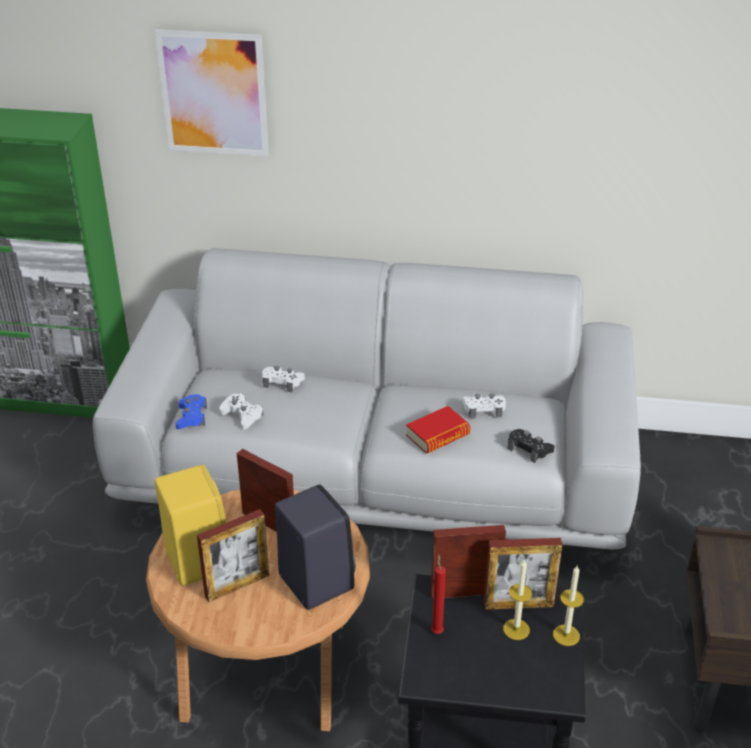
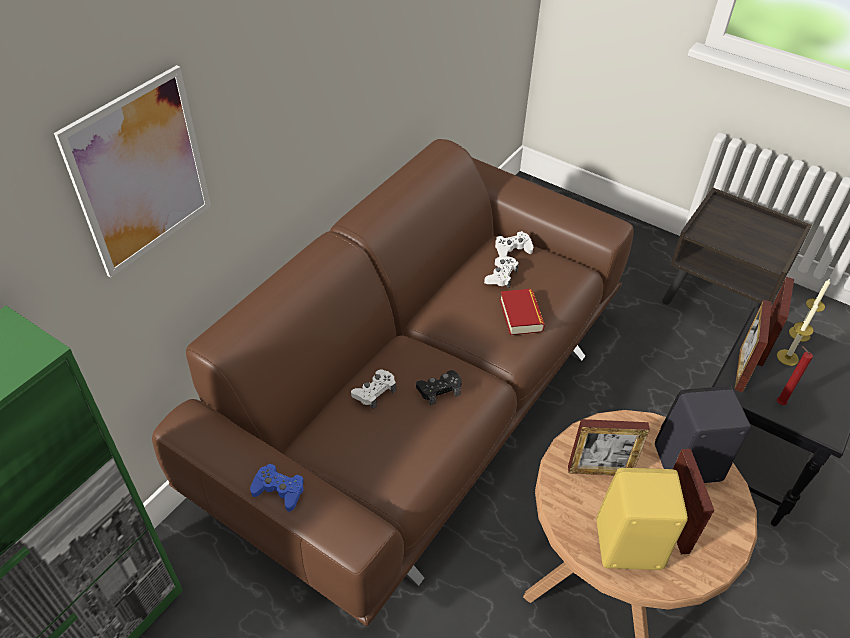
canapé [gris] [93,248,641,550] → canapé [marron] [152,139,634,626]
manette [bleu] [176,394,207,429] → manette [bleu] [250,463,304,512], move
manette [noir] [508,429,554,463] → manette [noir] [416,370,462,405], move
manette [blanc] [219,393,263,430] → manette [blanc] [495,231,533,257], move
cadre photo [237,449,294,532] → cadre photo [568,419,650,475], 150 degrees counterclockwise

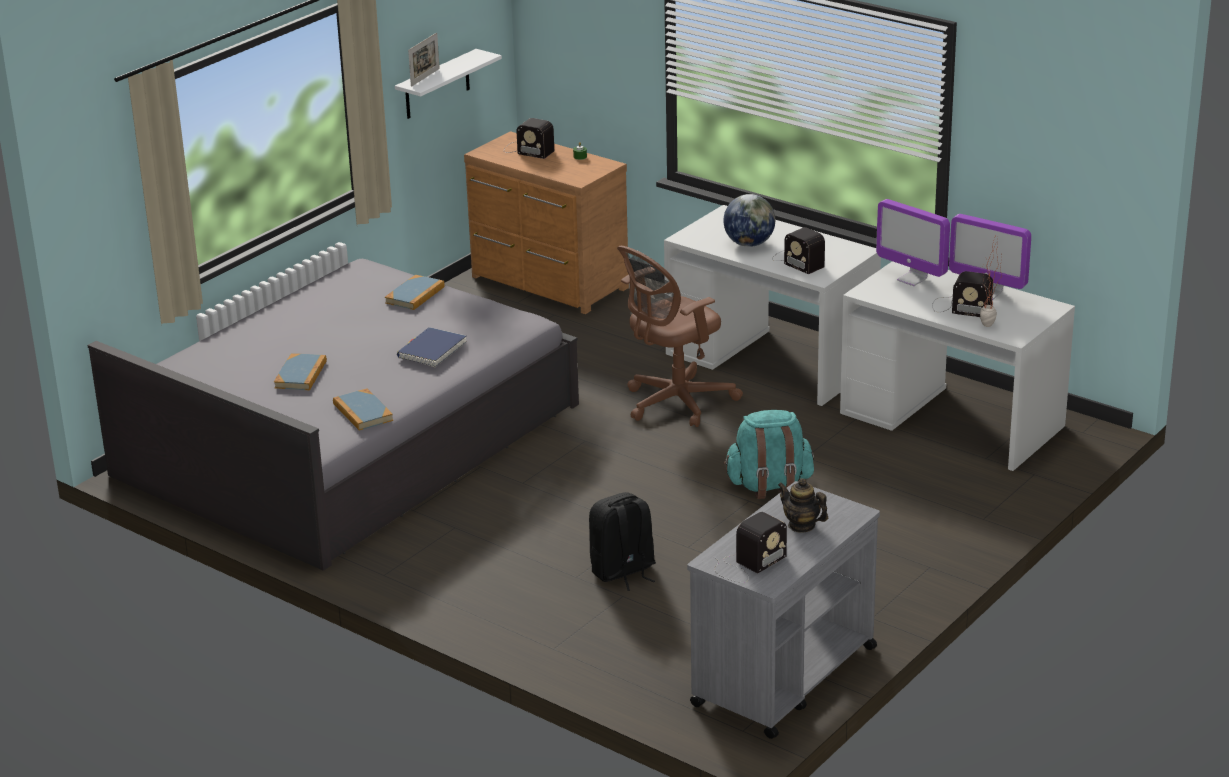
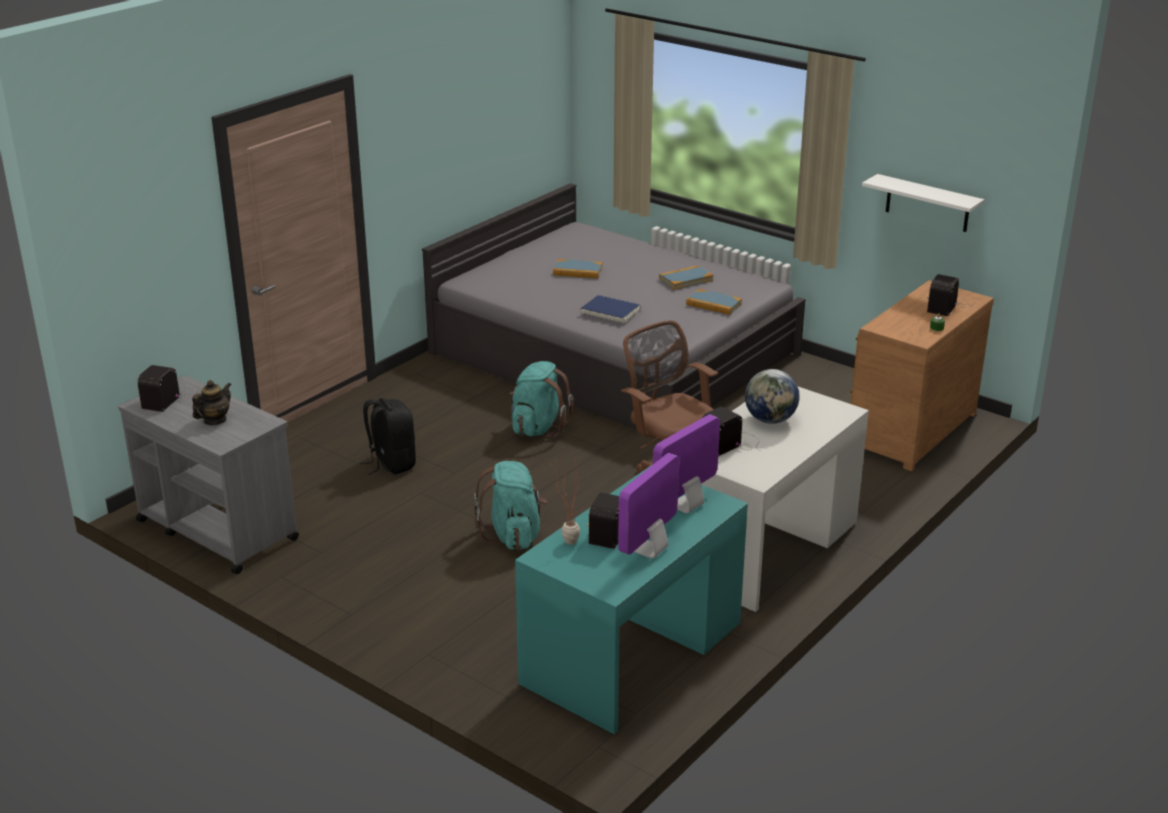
radio [714,512,787,583] → radio [137,365,195,412], 60 degrees clockwise
- → sac à dos [turquoise] [510,361,574,437]
bureau [blanc] [840,261,1075,471] → bureau [turquoise] [515,465,748,734]
livre [333,388,393,431] → livre [659,265,713,290], move
cadre photo [408,33,440,87] → -

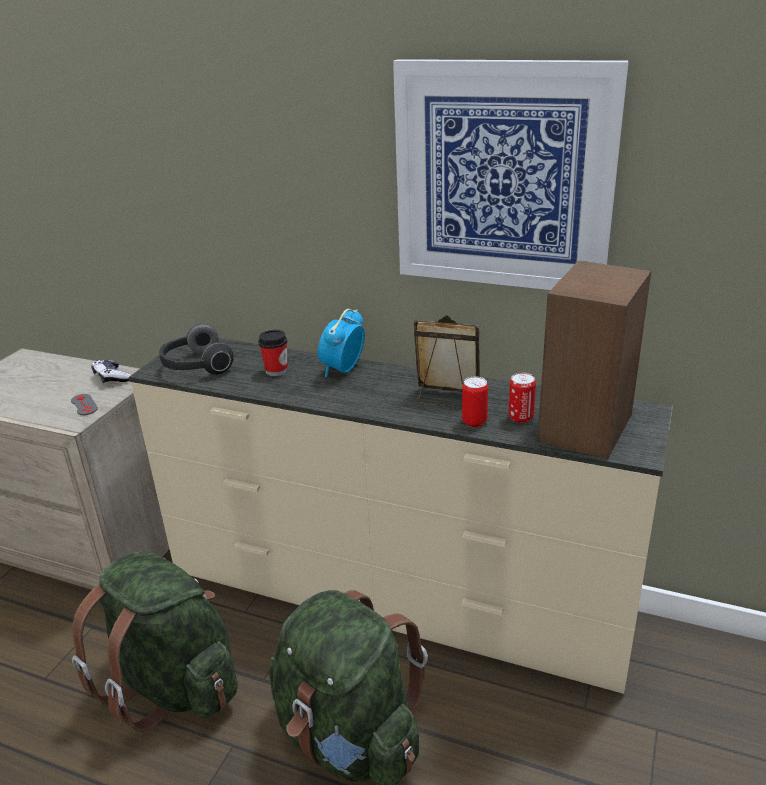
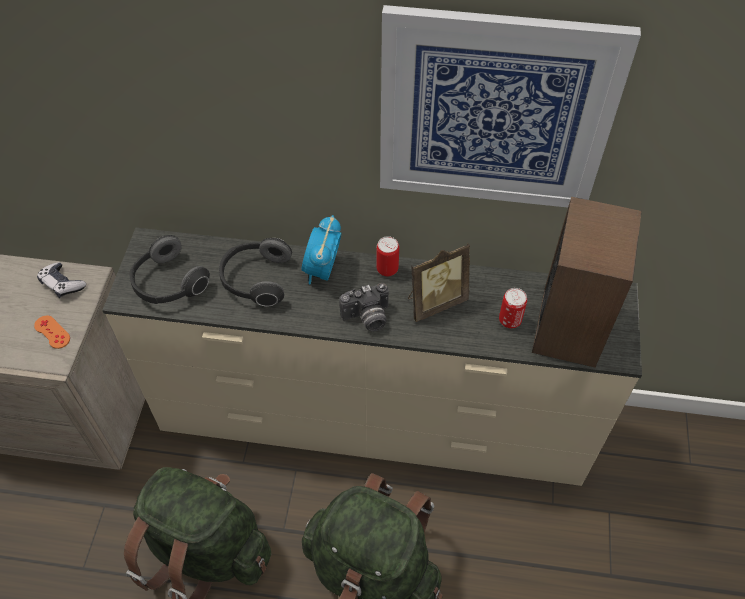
manette [gris] [71,394,98,415] → manette [orange] [34,316,70,349]
tasse [258,330,288,376] → casque audio [219,238,292,307]
- → appareil photo [339,283,389,331]
boîte métallique [462,376,488,427] → boîte métallique [376,236,399,276], move
cadre photo [414,315,480,409] → cadre photo [408,243,470,322], 150 degrees clockwise

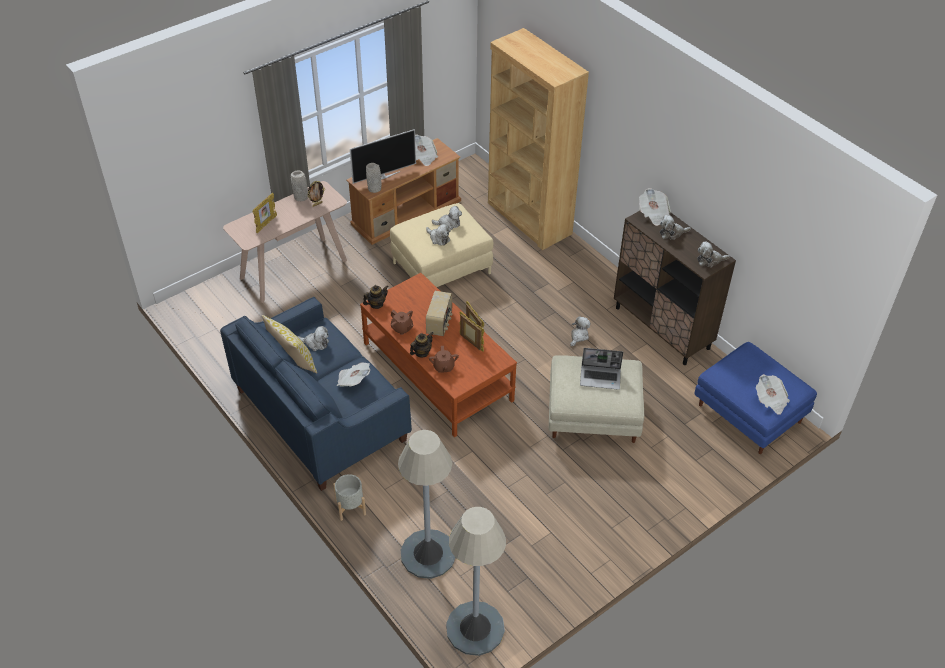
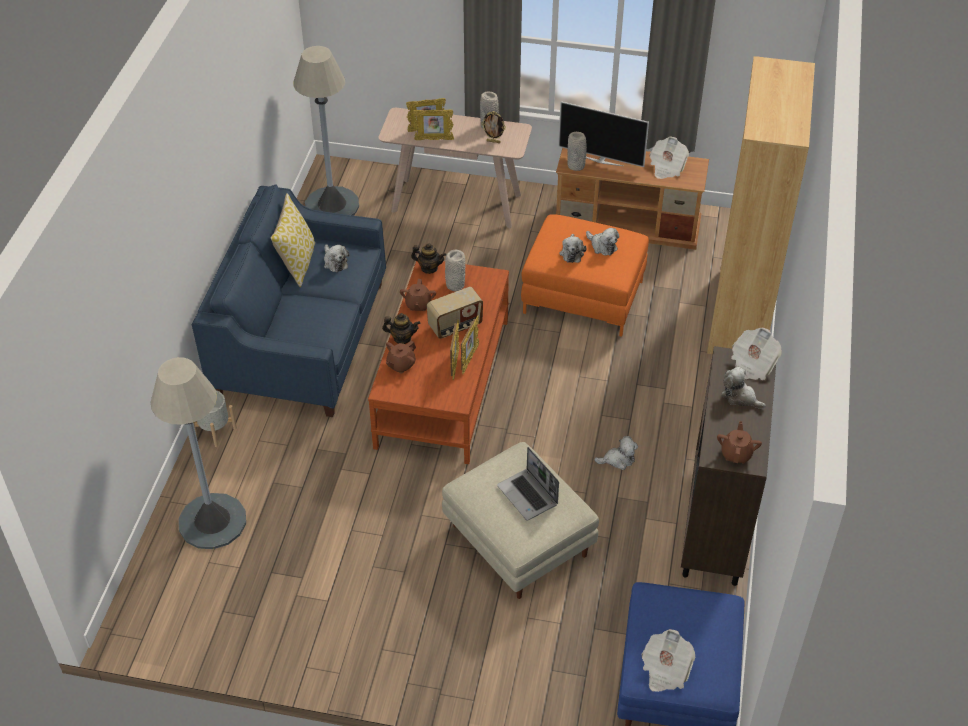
lampadaire [gris] [446,507,506,656] → lampadaire [gris] [294,46,359,216], move
- → cadre photo [413,110,454,140]
- → vase [gris] [445,250,465,292]
pouf [beige] [390,203,493,287] → pouf [orange] [521,214,649,337]
peluche [697,242,730,267] → théière [marron] [717,421,762,463]
journal [337,362,370,387] → -

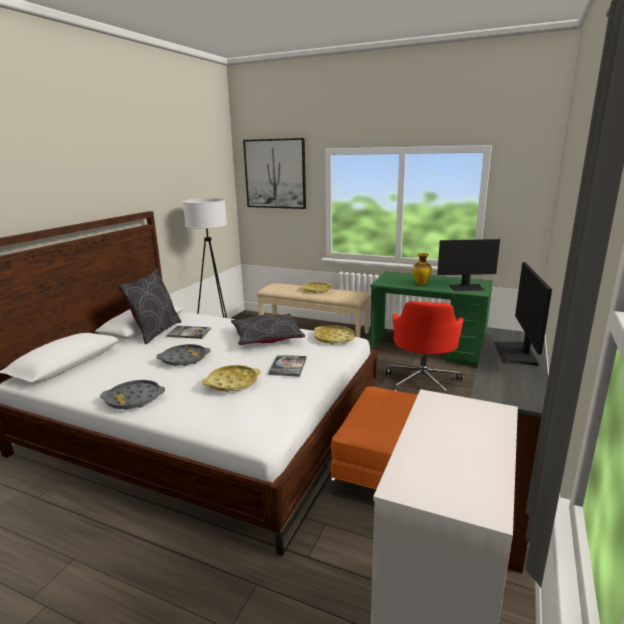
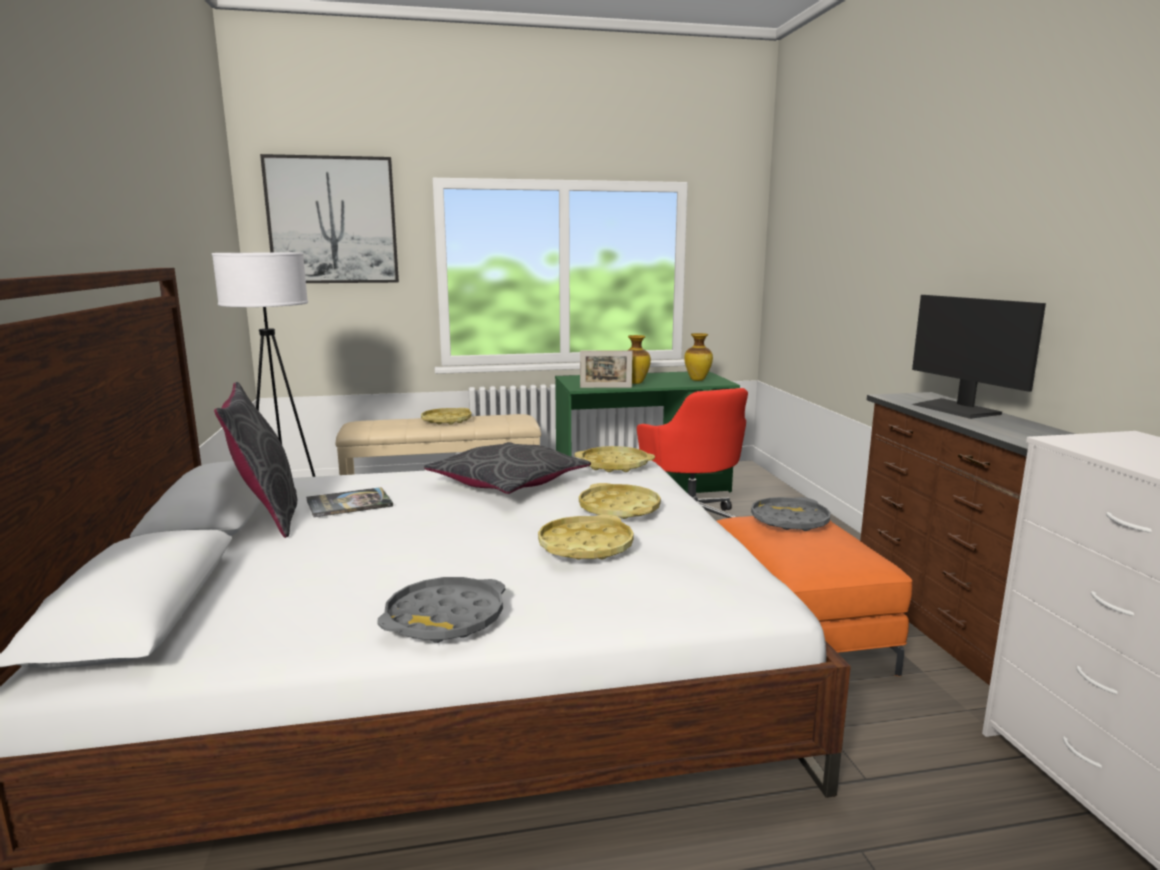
livre [268,355,306,376] → plateau [jaune] [579,483,661,519]
- → cadre photo [580,350,633,388]
écran d'ordinateur [437,239,500,291] → vase [684,333,713,381]
plateau [gris] [156,344,211,366] → plateau [gris] [751,497,831,531], move

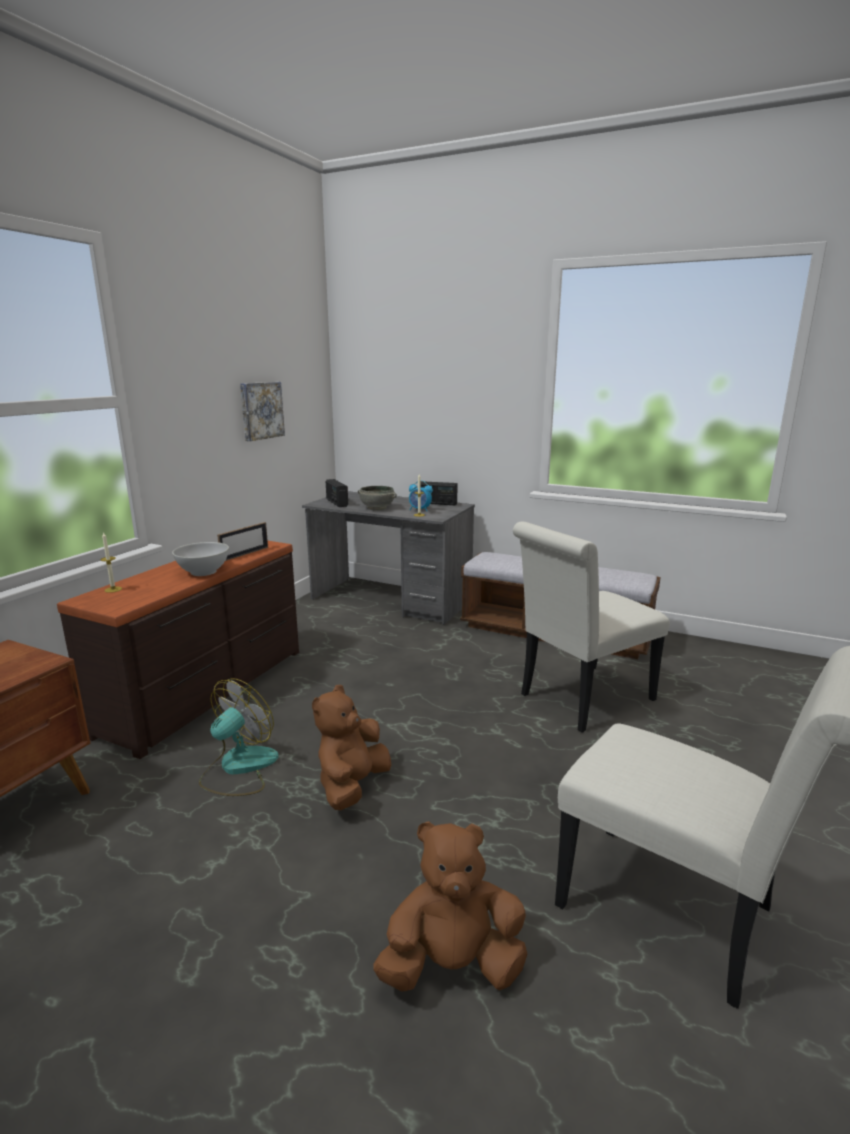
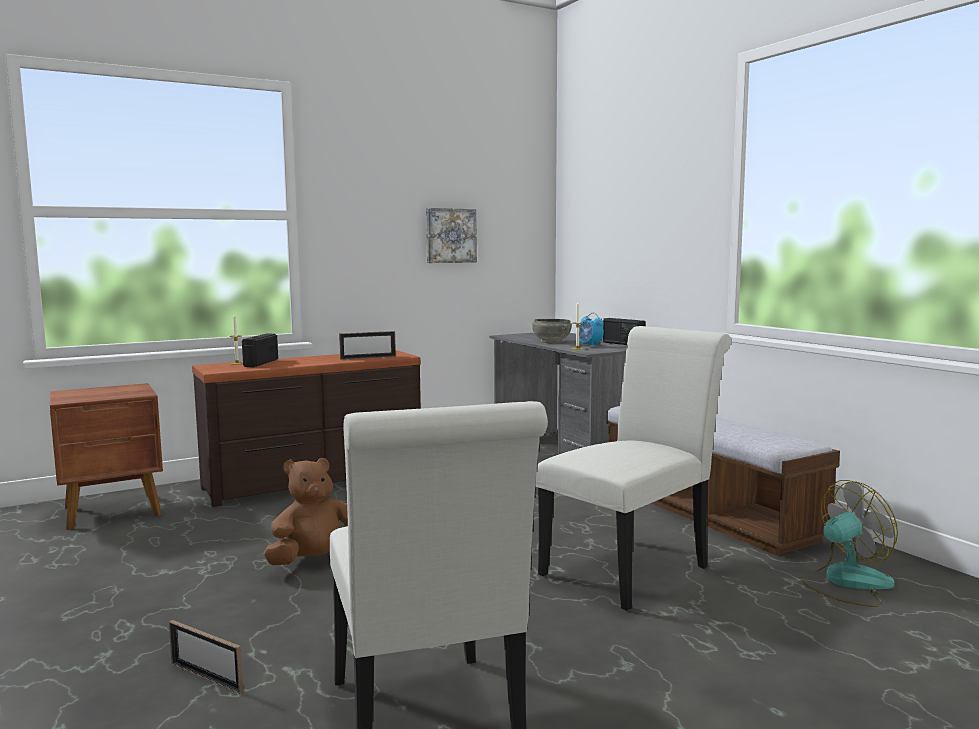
peluche [marron] [374,821,527,991] → cadre photo [169,620,243,694]
radio [326,479,348,507] → radio [242,334,278,367], move
chaise [blanc] [513,522,670,732] → chaise [blanc] [535,326,731,611], 135 degrees clockwise
ventilateur [199,679,279,796] → ventilateur [803,480,898,607], move
bol [blanc] [172,542,229,576] → -

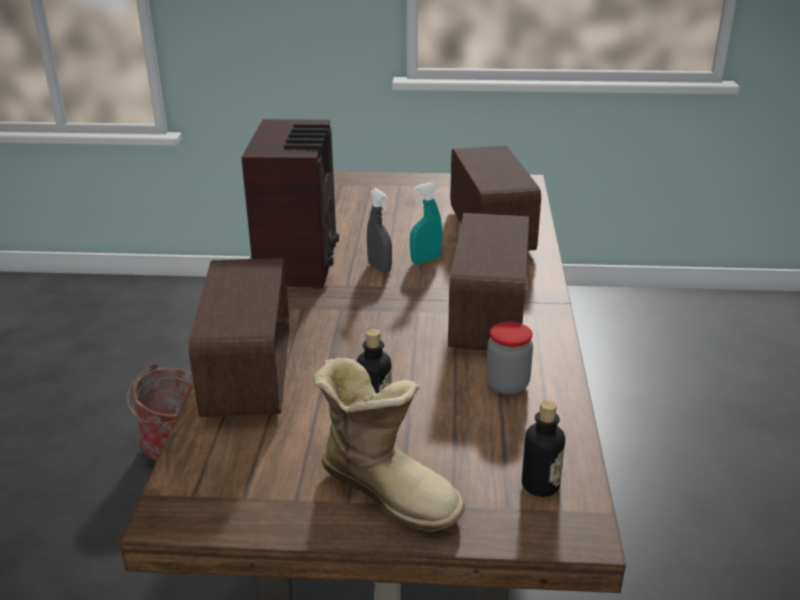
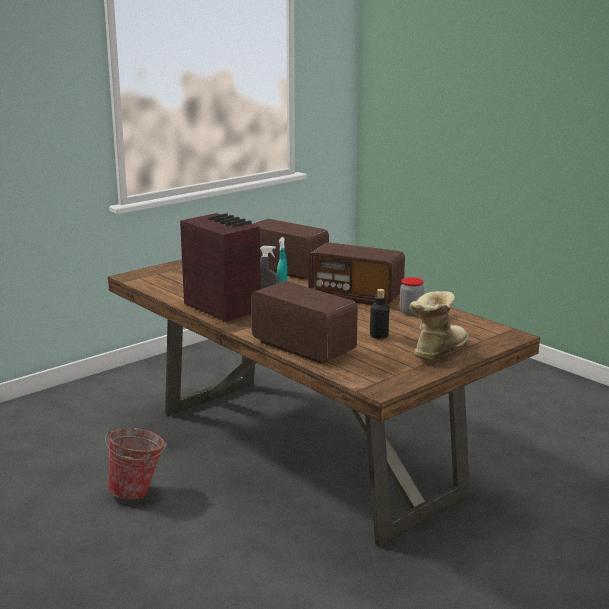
radio [448,213,529,350] → radio [308,242,405,305], 150 degrees clockwise
botte [313,358,465,533] → botte [409,291,469,360], 45 degrees counterclockwise
bouteille [522,400,565,497] → -

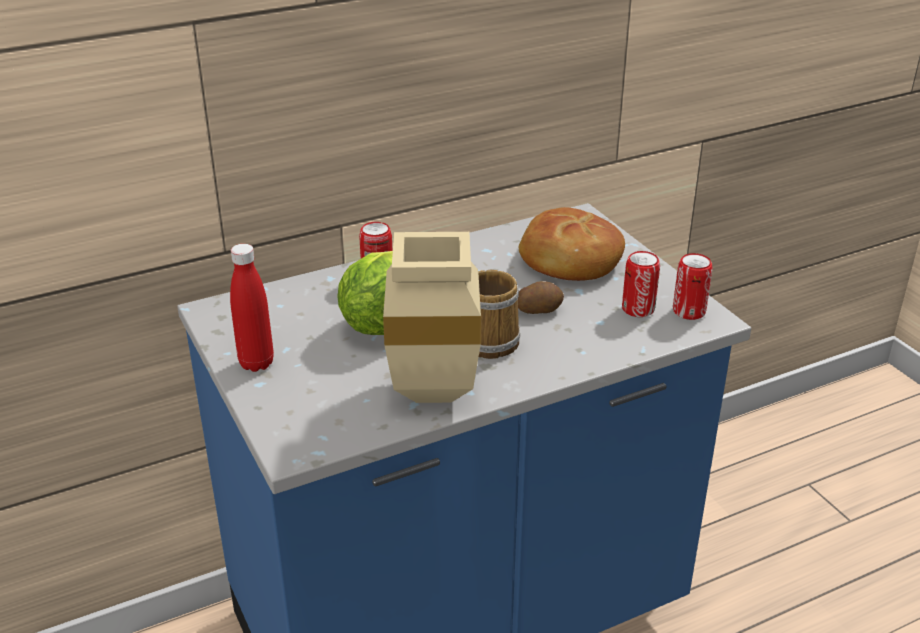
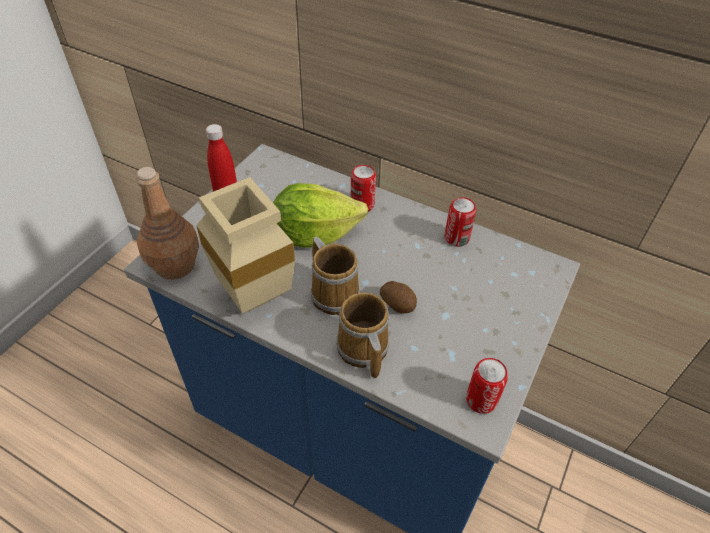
- → bouteille [marron] [136,167,199,280]
- → mug [336,292,389,379]
boîte métallique [622,251,660,317] → boîte métallique [445,197,476,247], move
pain [519,207,625,281] → -

